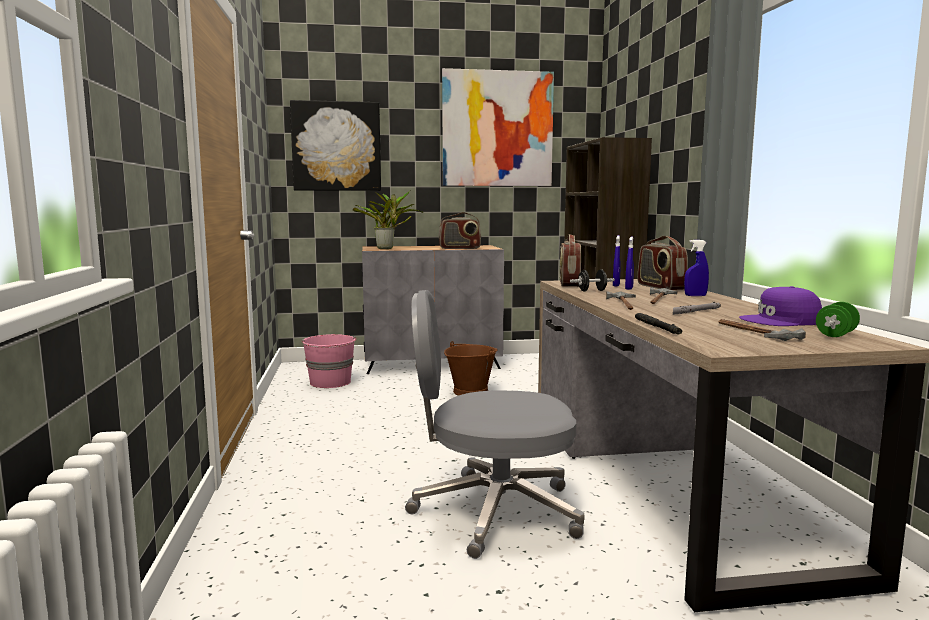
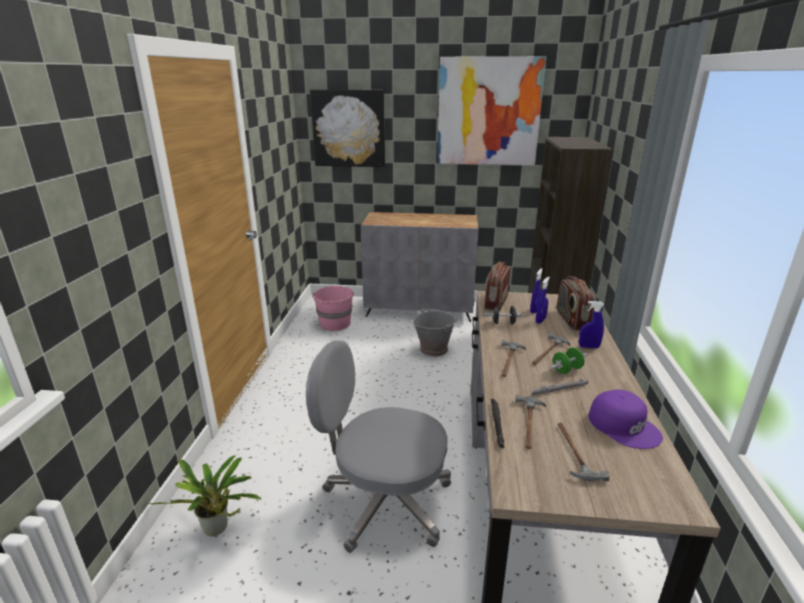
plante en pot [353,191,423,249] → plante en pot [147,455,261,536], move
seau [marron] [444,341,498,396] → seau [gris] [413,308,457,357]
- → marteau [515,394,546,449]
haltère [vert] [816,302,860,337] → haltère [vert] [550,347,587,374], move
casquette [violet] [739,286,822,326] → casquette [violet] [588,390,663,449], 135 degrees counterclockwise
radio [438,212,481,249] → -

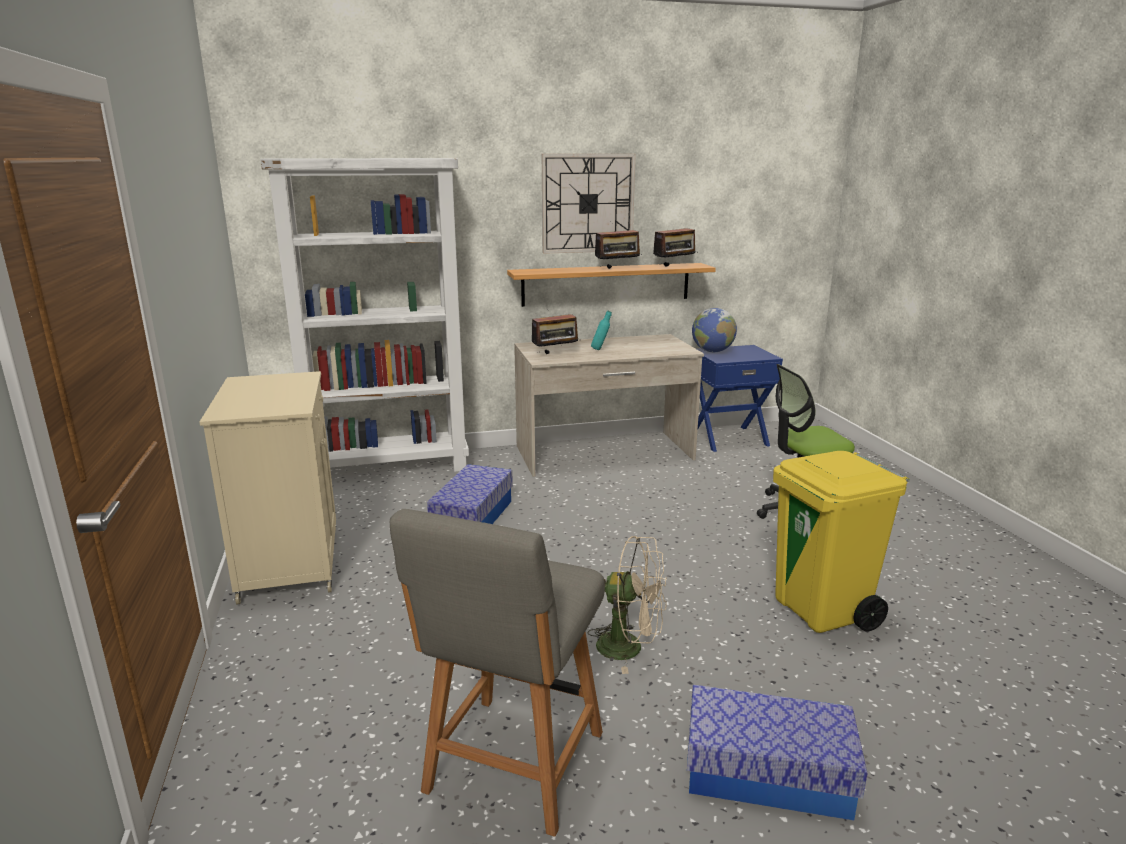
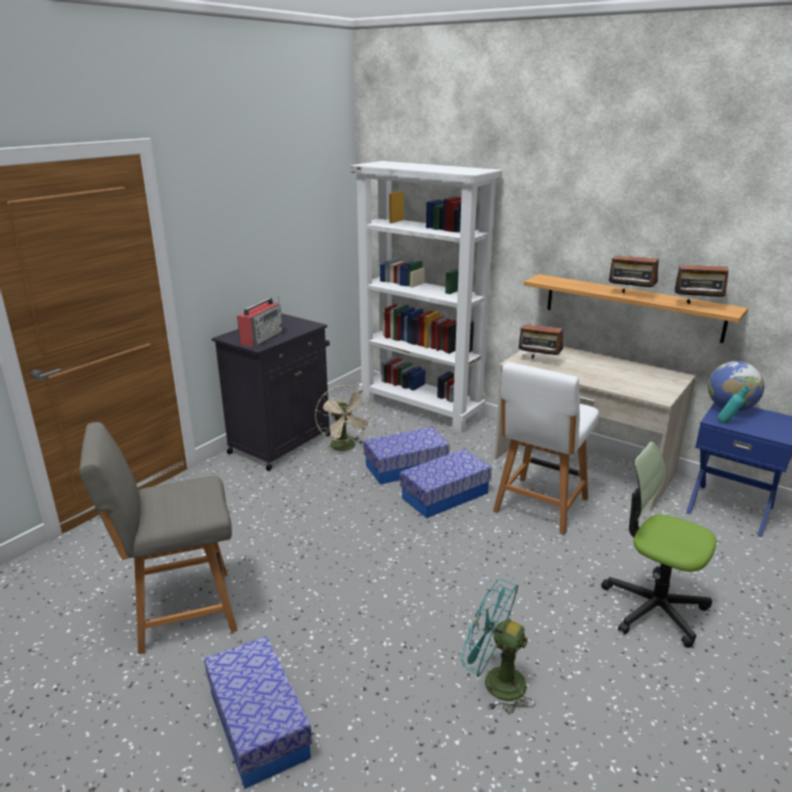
meuble de rangement [beige] [199,371,337,604] → meuble de rangement [noir] [212,314,331,471]
- → radio [237,296,283,347]
ventilateur [beige] [587,536,667,674] → ventilateur [beige] [315,385,373,453], move
- → boîte de rangement [400,449,492,518]
poubelle [jaune] [773,451,910,633] → ventilateur [turquoise] [461,579,535,714]
- → chaise [blanc] [493,362,599,535]
bouteille [turquoise] [591,311,612,350] → bouteille [turquoise] [718,386,749,424], move
horloge murale [542,154,635,254] → -

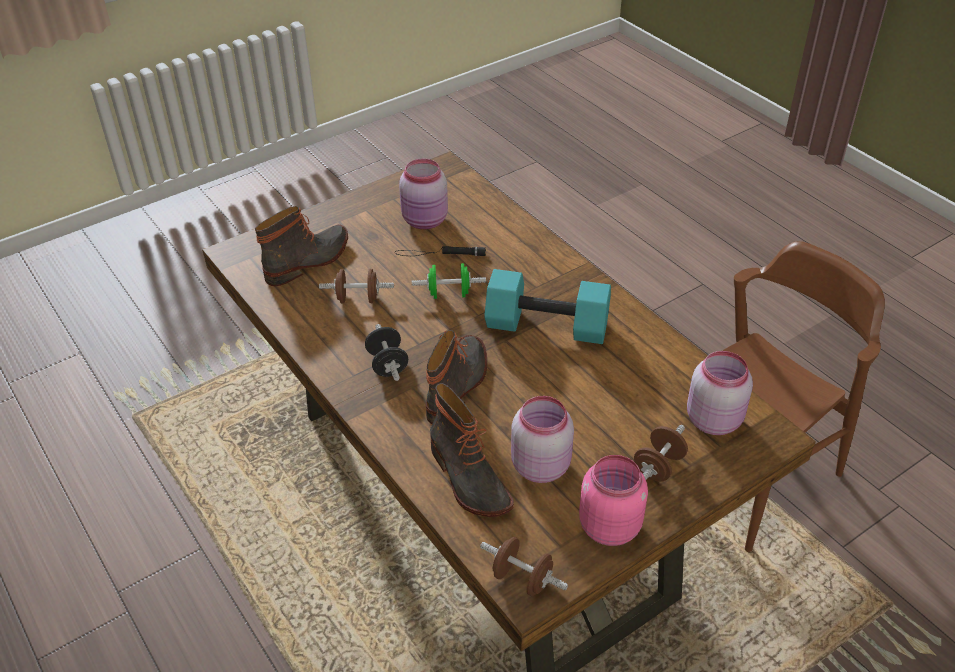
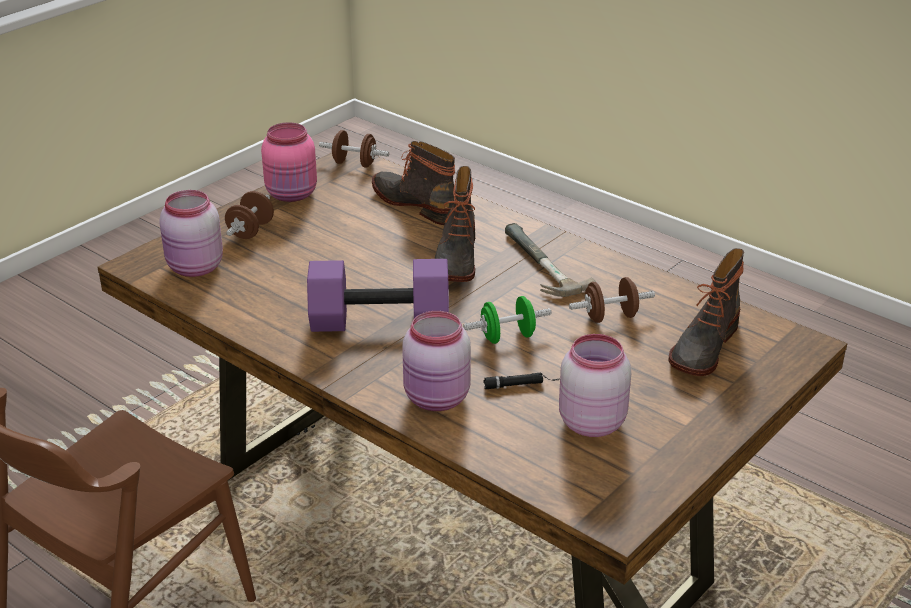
haltère [turquoise] [484,269,611,344] → haltère [violet] [307,259,449,332]
bocal [rose] [511,396,574,483] → bocal [rose] [402,311,471,411], move
haltère [noir] [365,324,408,381] → marteau [505,223,596,297]

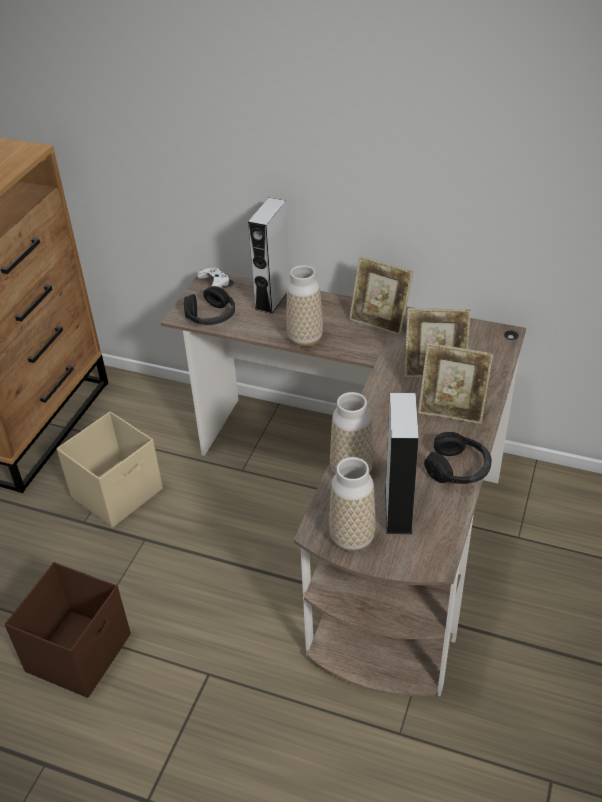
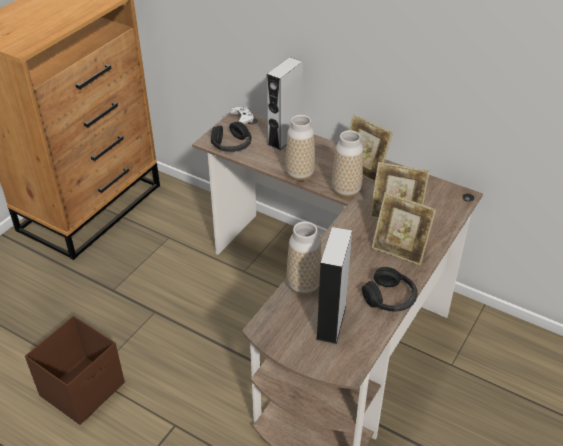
vase [329,457,376,552] → vase [332,130,363,198], move
boîte de rangement [beige] [57,412,163,528] → -

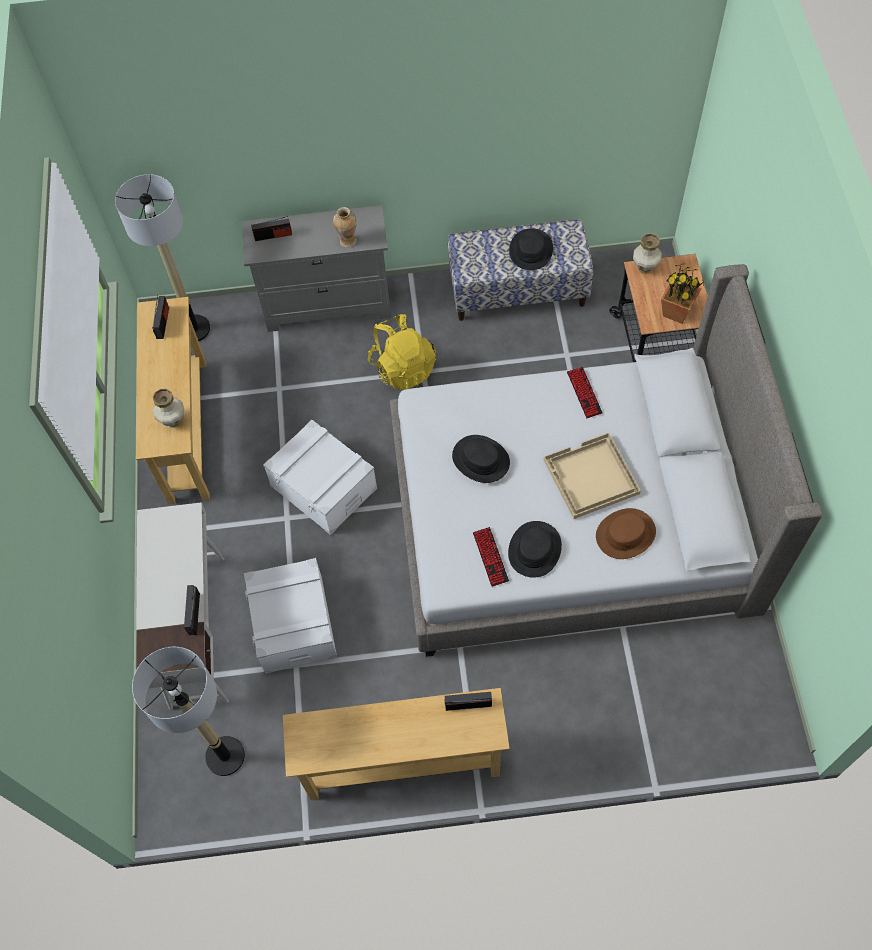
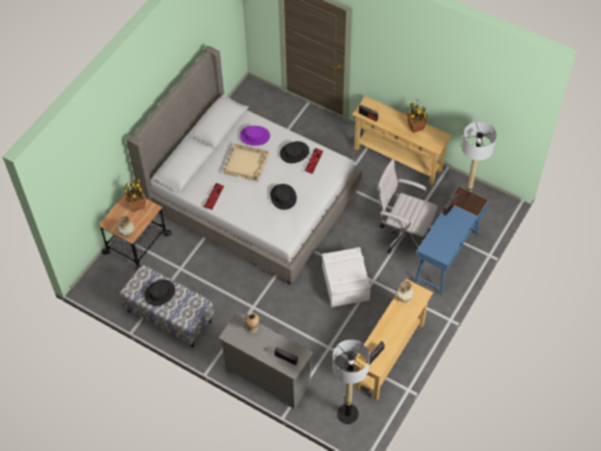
chapeau [marron] [596,508,656,559] → chapeau [violet] [240,126,270,146]
boîte de rangement [blanc] [244,558,337,674] → chaise de bureau [blanc] [377,159,438,254]
- → plante en pot [406,99,428,133]
bureau [blanc] [136,502,229,710] → bureau [bleu] [414,186,488,296]
sac à dos [jaune] [367,314,436,391] → -

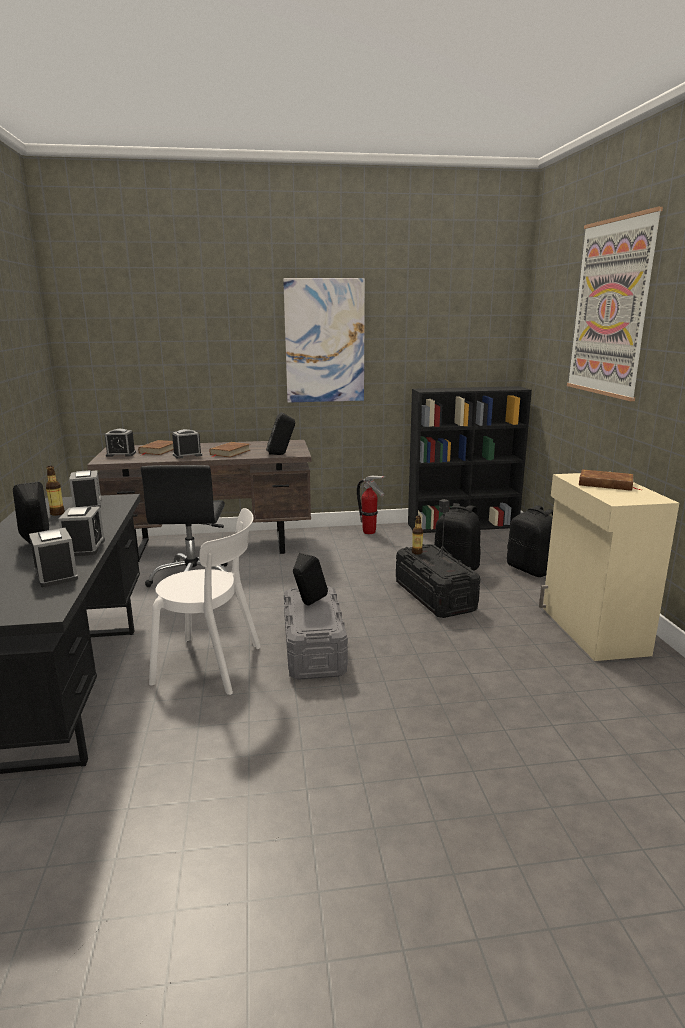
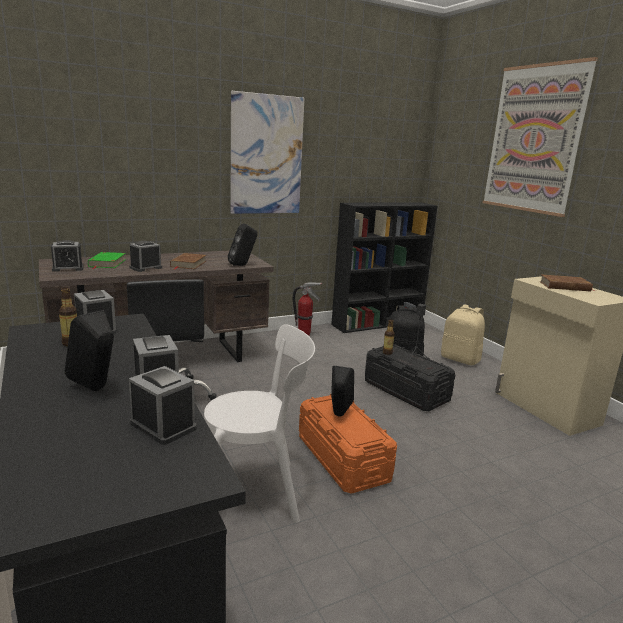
livre [marron] [138,440,174,455] → livre [vert] [88,252,126,269]
boîte de rangement [gris] [284,586,348,680] → boîte de rangement [orange] [299,394,397,493]
sac à dos [noir] [507,505,553,577] → sac à dos [beige] [441,304,485,365]

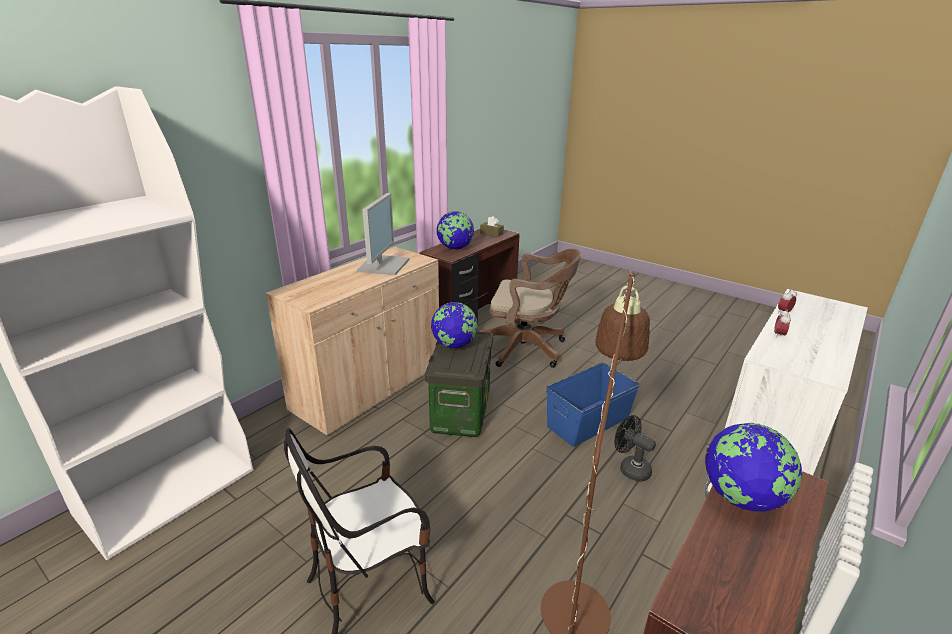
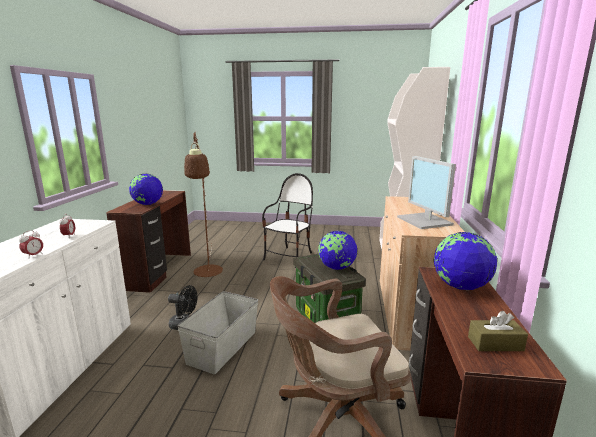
boîte de rangement [bleu] [546,362,640,447] → boîte de rangement [gris] [177,291,258,374]

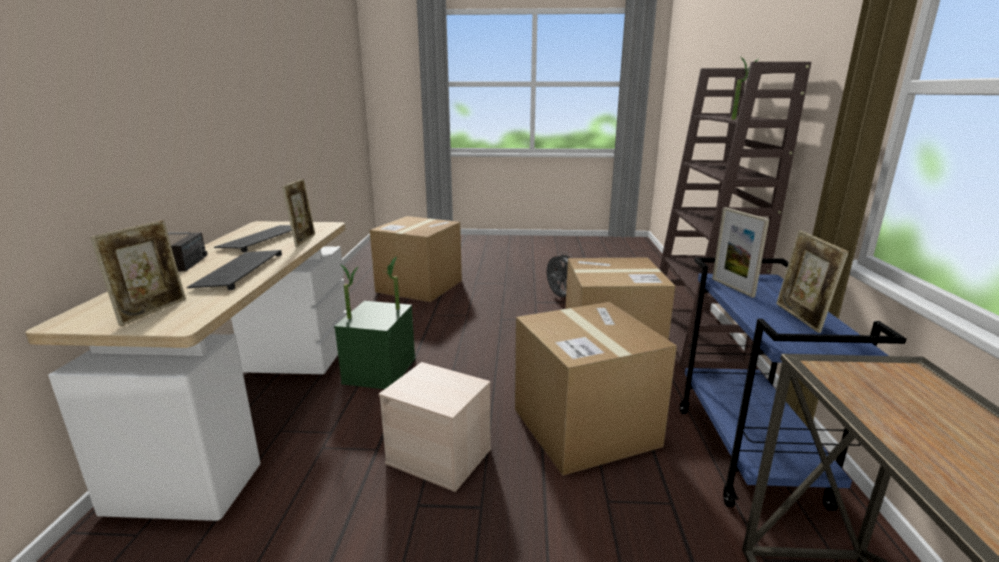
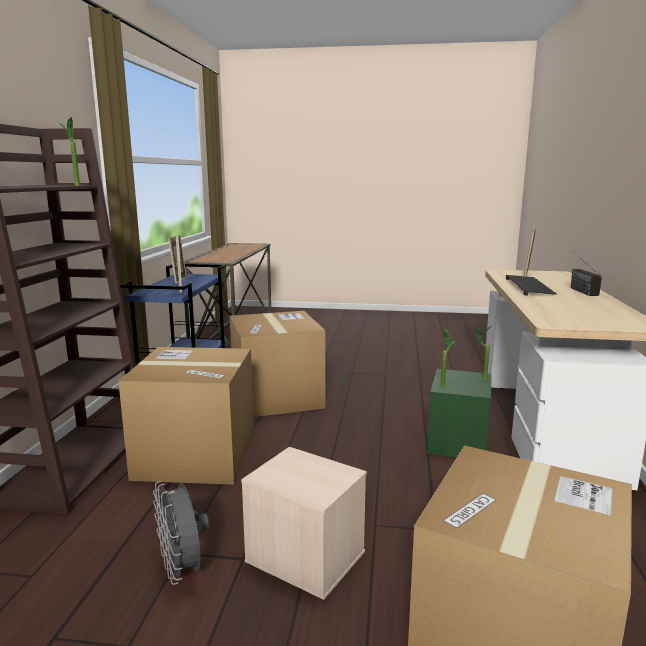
boîte de rangement [beige] [379,362,491,492] → boîte de rangement [beige] [241,447,367,600], move
clavier [214,225,292,252] → -
cadre photo [282,179,315,247] → -

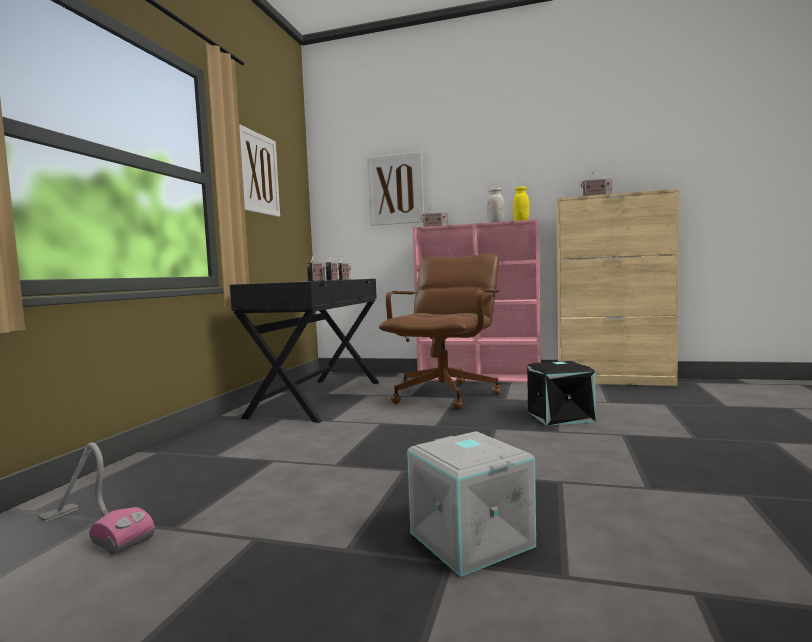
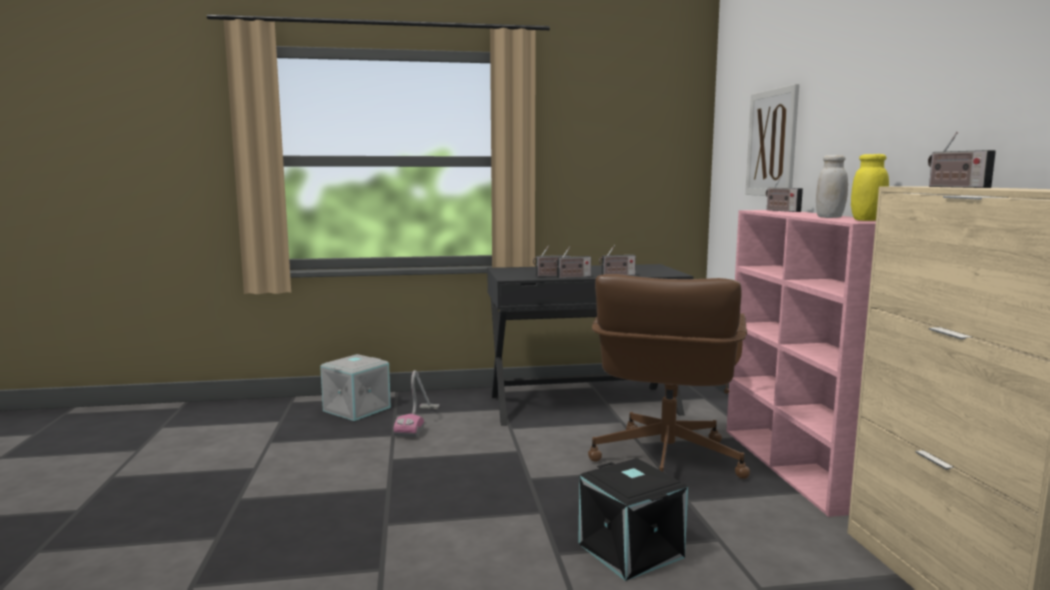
boîte de rangement [gris] [407,431,536,577] → boîte de rangement [gris] [320,354,391,421], move
aspirateur [39,443,155,555] → aspirateur [393,370,440,437], move
chaise de bureau [marron] [379,254,501,409] → chaise de bureau [marron] [588,274,750,479], 105 degrees clockwise
tableau [239,124,280,217] → -

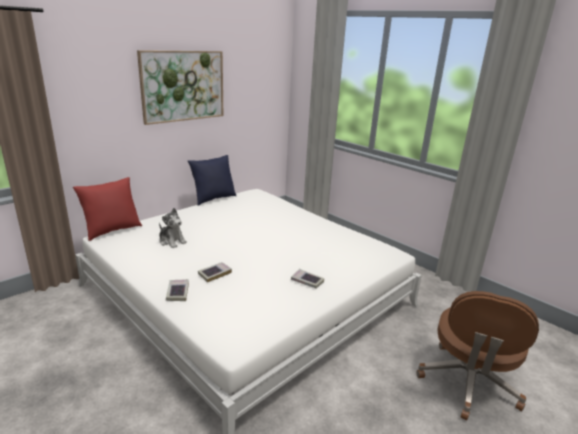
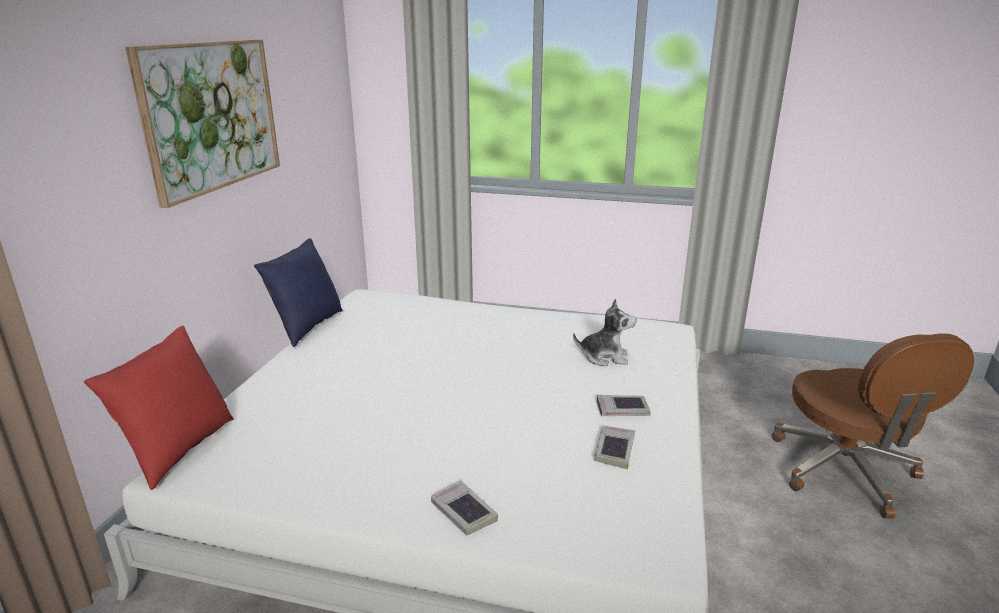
peluche [159,208,187,248] → peluche [573,299,637,367], move
livre [198,262,232,282] → livre [594,426,635,469], move

